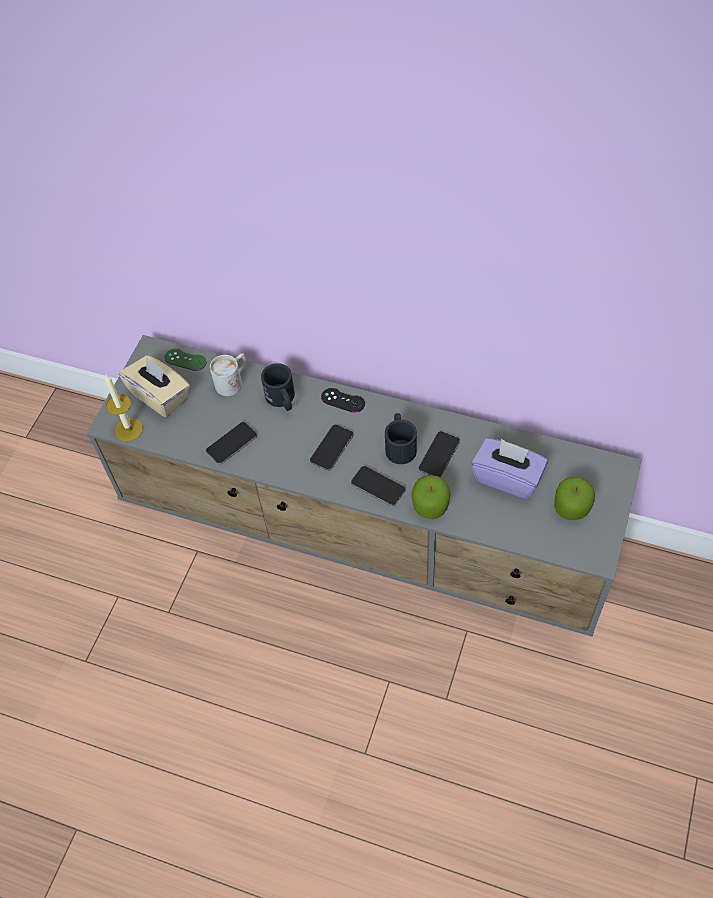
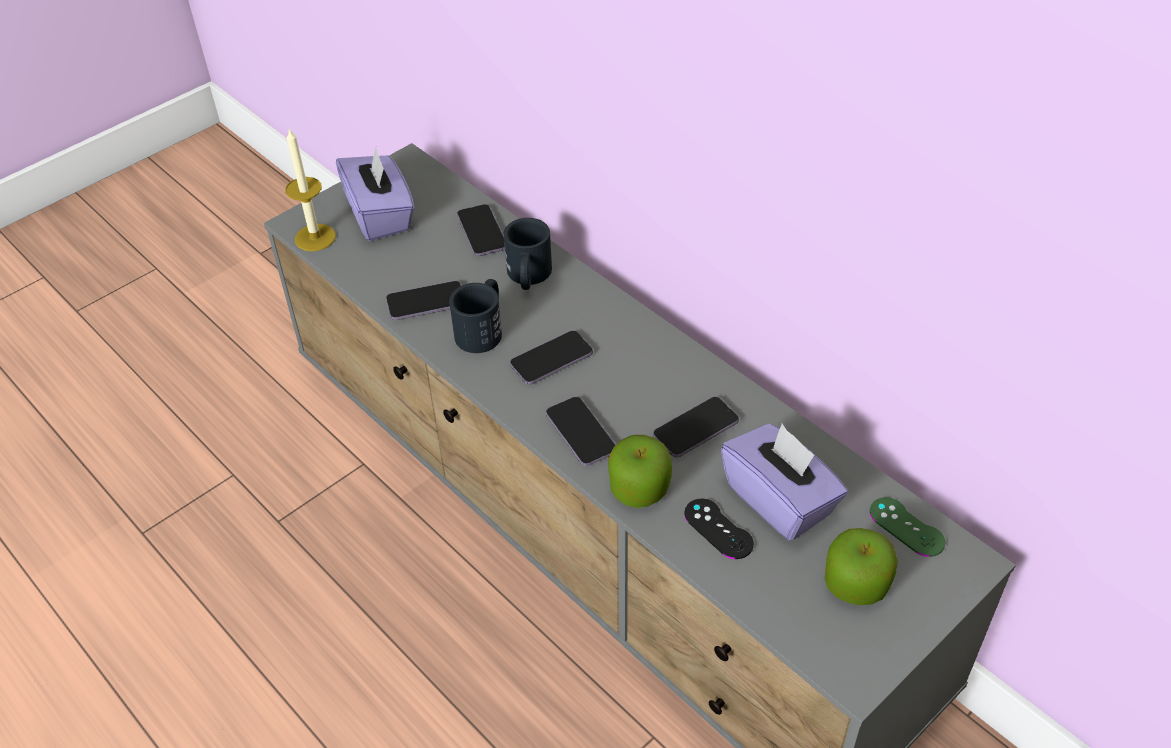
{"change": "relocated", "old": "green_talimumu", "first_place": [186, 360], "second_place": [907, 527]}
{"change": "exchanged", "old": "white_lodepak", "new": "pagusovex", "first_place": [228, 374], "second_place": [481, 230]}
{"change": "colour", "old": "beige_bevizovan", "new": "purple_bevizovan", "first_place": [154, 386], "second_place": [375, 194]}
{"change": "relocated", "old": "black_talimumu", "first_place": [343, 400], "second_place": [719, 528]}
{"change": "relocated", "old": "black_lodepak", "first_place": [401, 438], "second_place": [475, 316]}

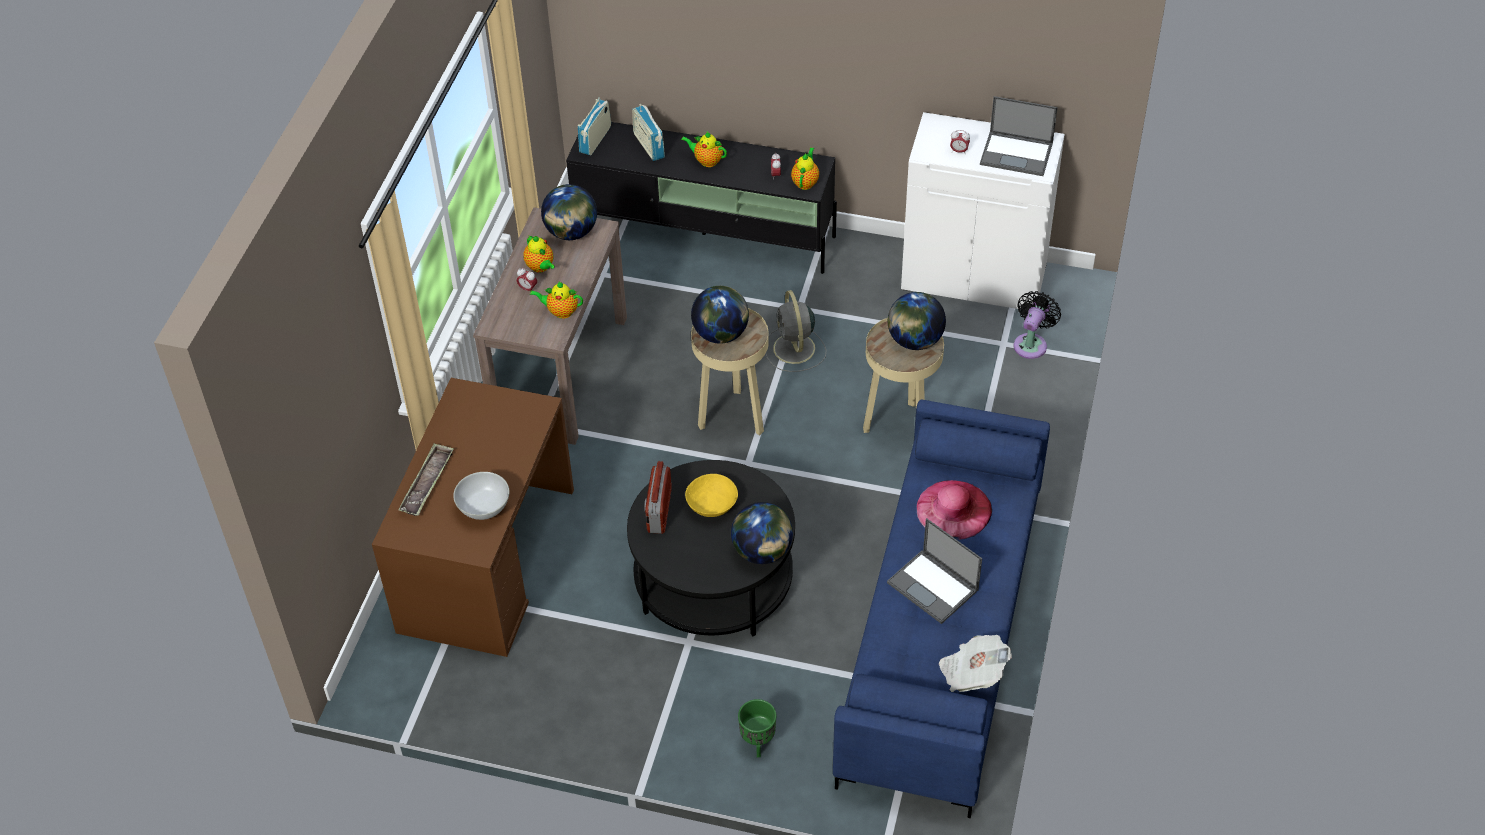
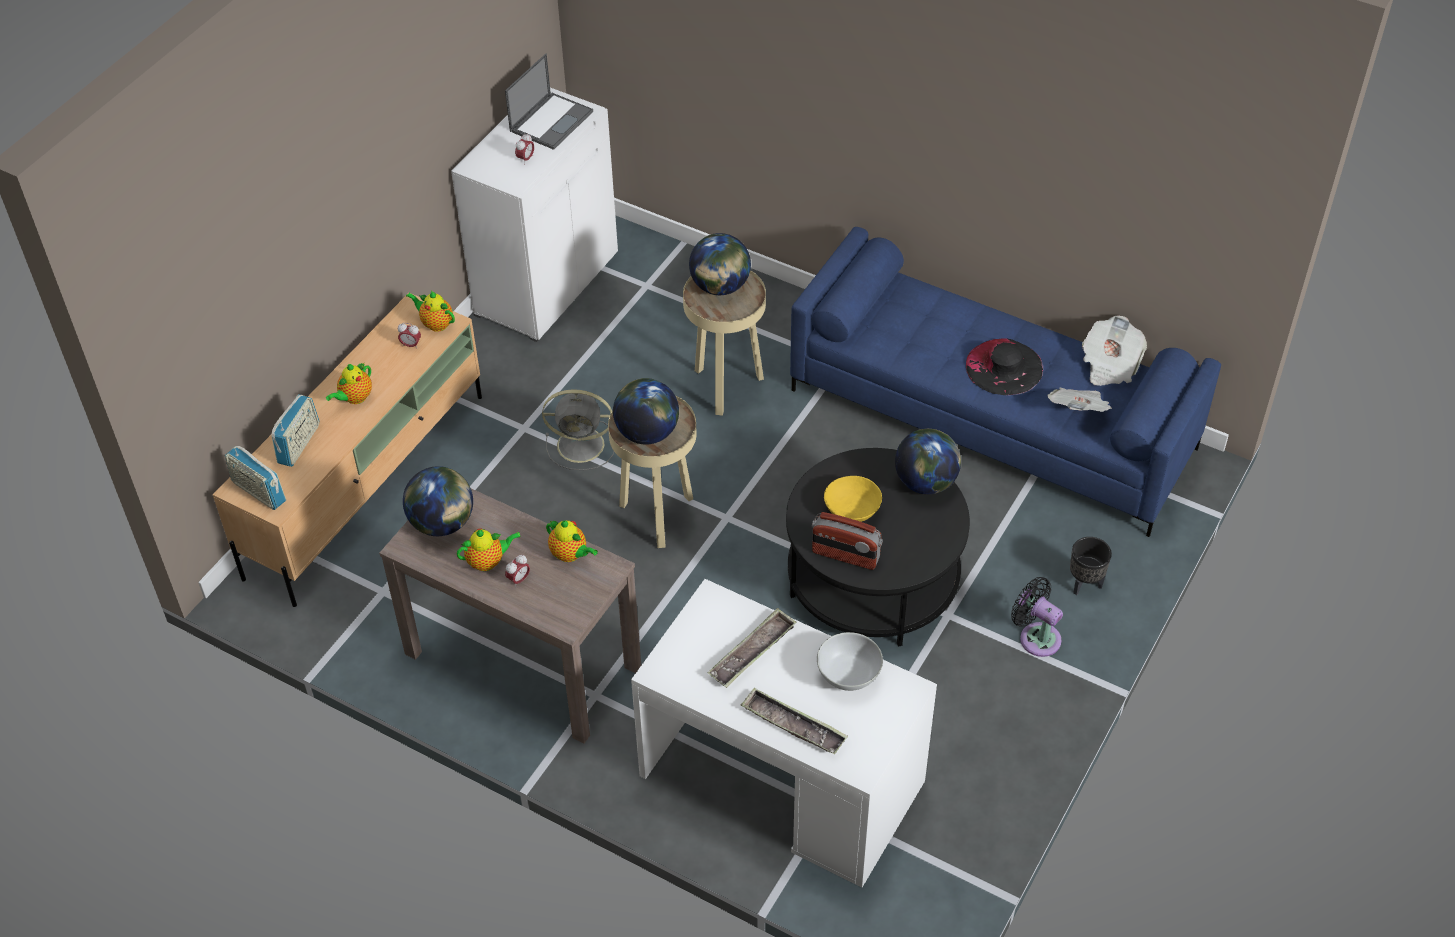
{"change": "spun", "old": "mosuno", "first_place": [648, 132], "second_place": [295, 430], "degrees": -60}
{"change": "colour", "old": "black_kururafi", "new": "beige_kururafi", "first_place": [701, 198], "second_place": [347, 450]}
{"change": "spun", "old": "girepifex", "first_place": [556, 300], "second_place": [572, 541], "degrees": -75}
{"change": "relocated", "old": "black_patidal", "first_place": [1037, 325], "second_place": [1037, 617]}
{"change": "colour", "old": "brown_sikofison", "new": "white_sikofison", "first_place": [473, 517], "second_place": [784, 733]}
{"change": "missing", "old": "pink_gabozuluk", "first_place": [954, 510]}
{"change": "exchanged", "old": "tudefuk", "new": "black_gabozuluk", "first_place": [934, 571], "second_place": [1004, 366]}
{"change": "colour", "old": "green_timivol", "new": "black_timivol", "first_place": [757, 728], "second_place": [1091, 566]}
{"change": "appeared", "new": "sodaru", "second_place": [1080, 400]}
{"change": "appeared", "new": "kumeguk", "second_place": [752, 648]}

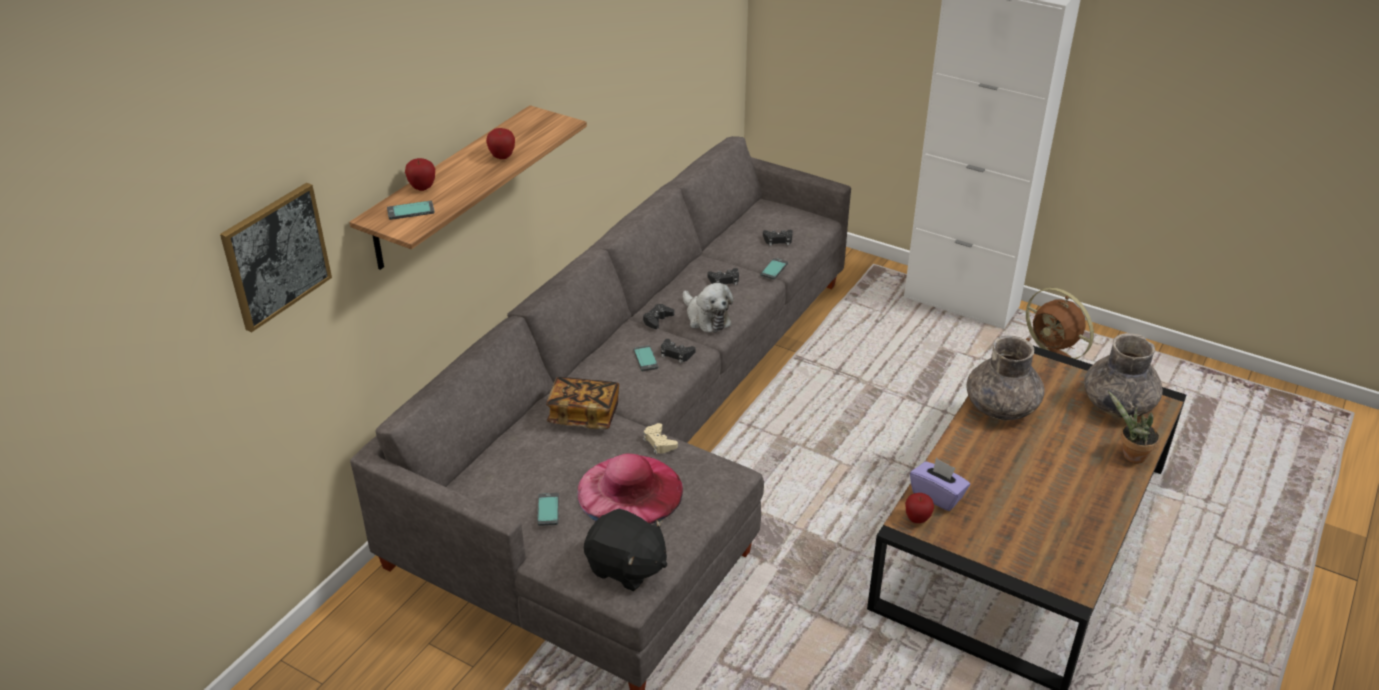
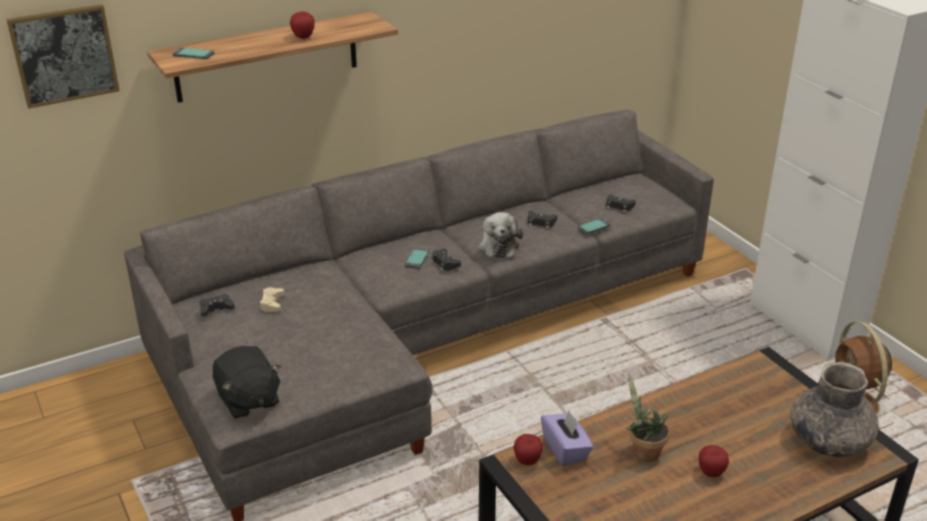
{"change": "relocated", "old": "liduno", "first_place": [420, 174], "second_place": [714, 461]}
{"change": "relocated", "old": "black_talimumu", "first_place": [659, 316], "second_place": [217, 305]}
{"change": "missing", "old": "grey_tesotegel", "first_place": [1006, 377]}
{"change": "missing", "old": "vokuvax", "first_place": [582, 403]}
{"change": "relocated", "old": "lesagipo", "first_place": [1133, 426], "second_place": [648, 417]}
{"change": "relocated", "old": "beige_talimumu", "first_place": [660, 438], "second_place": [272, 299]}
{"change": "missing", "old": "pink_gabozuluk", "first_place": [630, 488]}
{"change": "missing", "old": "pagusovex", "first_place": [548, 509]}

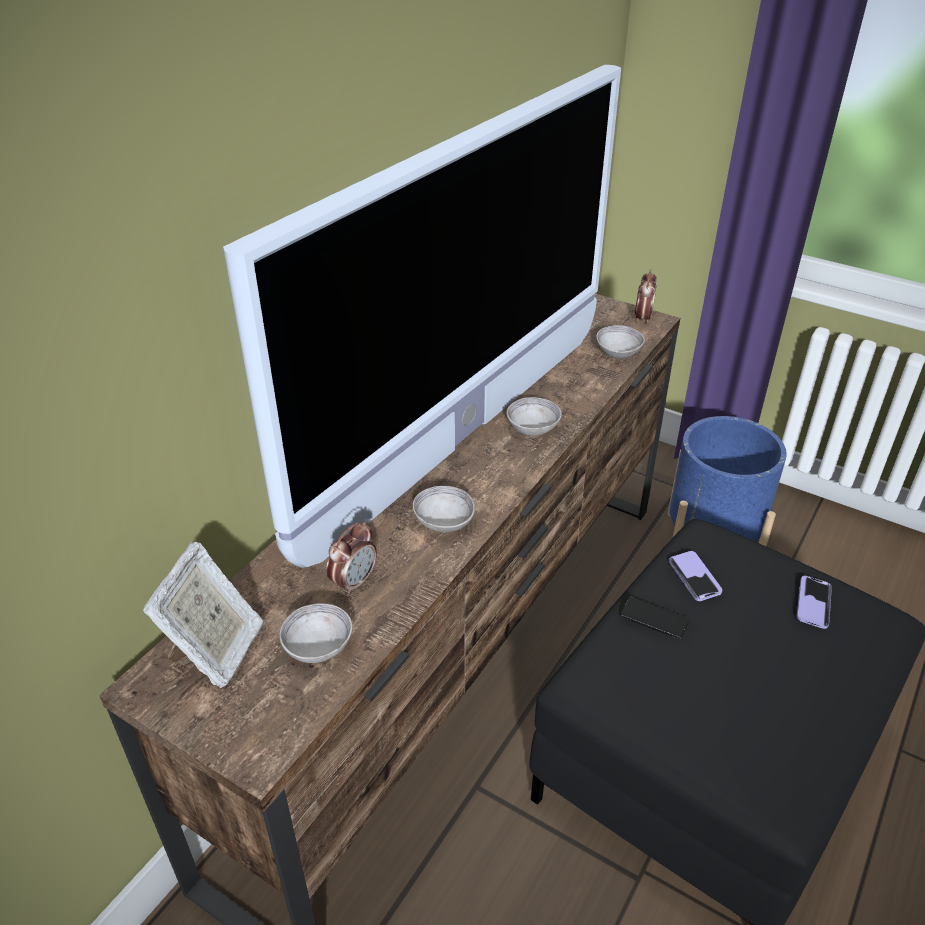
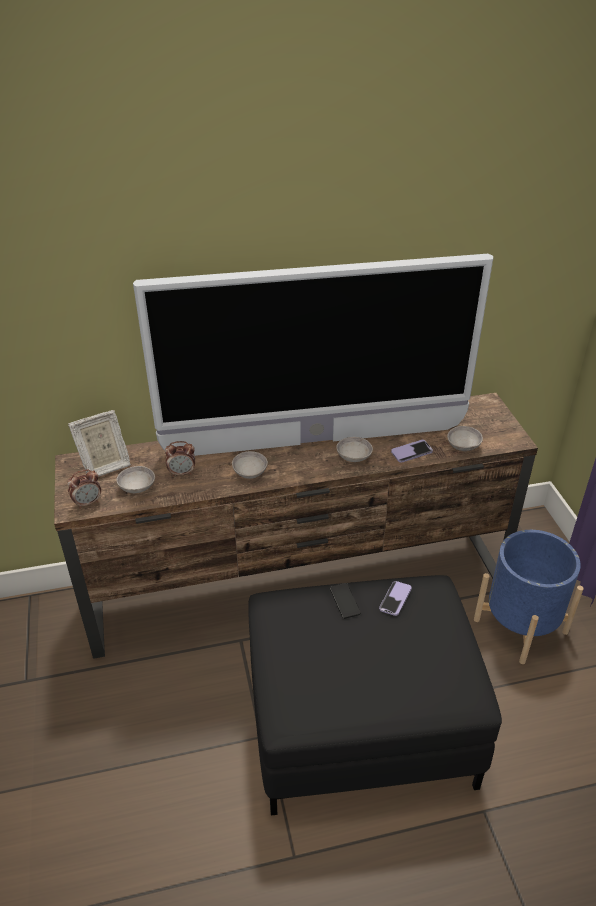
{"change": "relocated", "old": "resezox", "first_place": [646, 297], "second_place": [84, 489]}
{"change": "relocated", "old": "pagusovex", "first_place": [814, 602], "second_place": [412, 451]}

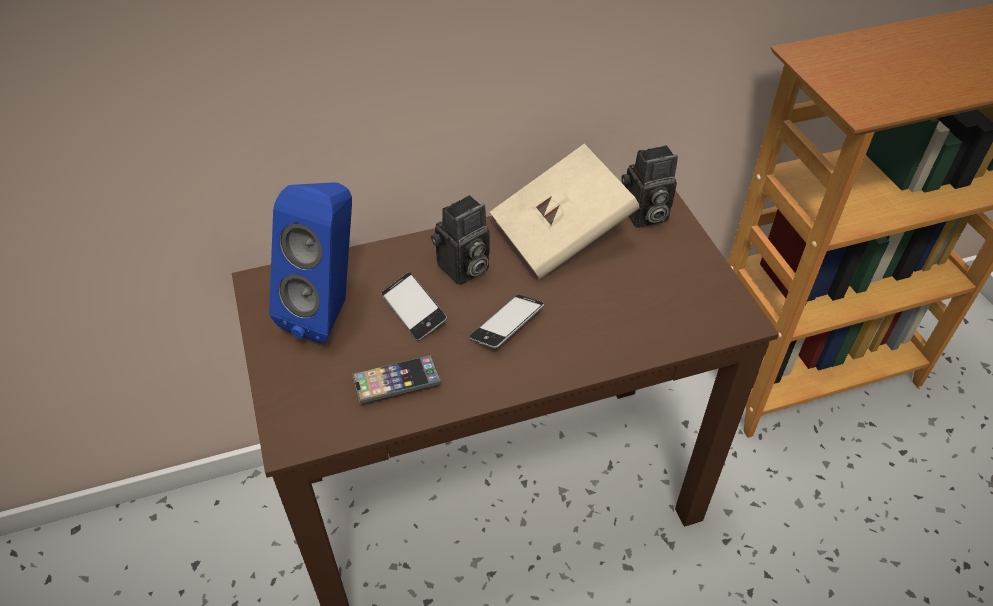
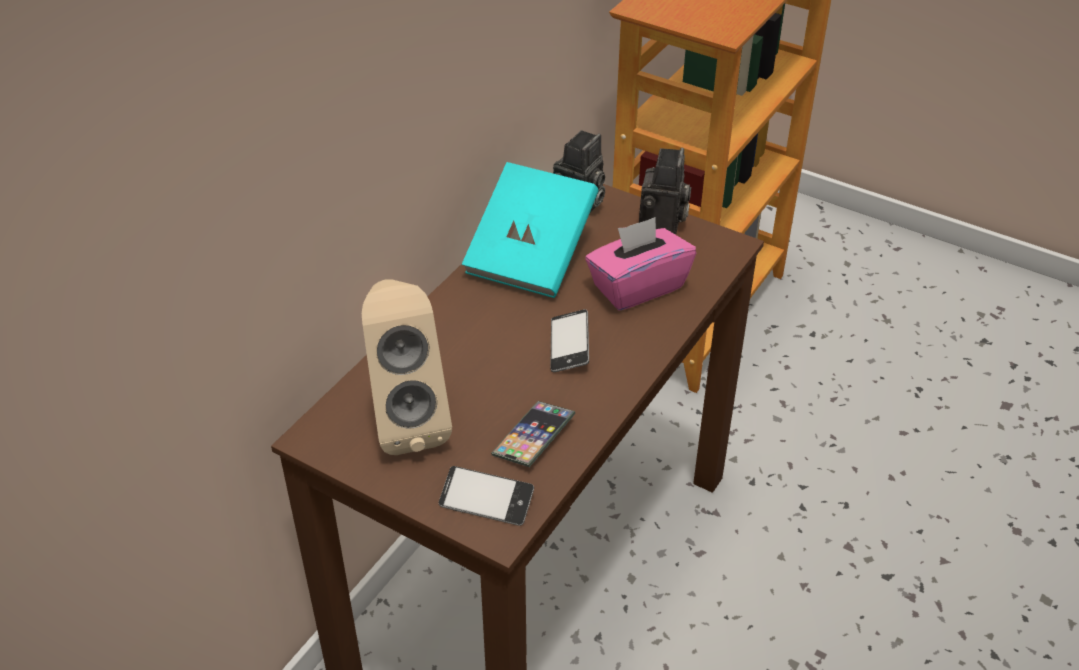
{"change": "colour", "old": "beige_vokuvax", "new": "turquoise_vokuvax", "first_place": [565, 211], "second_place": [530, 230]}
{"change": "colour", "old": "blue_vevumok", "new": "beige_vevumok", "first_place": [310, 263], "second_place": [407, 367]}
{"change": "relocated", "old": "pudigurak", "first_place": [460, 240], "second_place": [665, 191]}
{"change": "relocated", "old": "pagusovex", "first_place": [414, 306], "second_place": [486, 496]}
{"change": "appeared", "new": "pink_bevizovan", "second_place": [640, 264]}

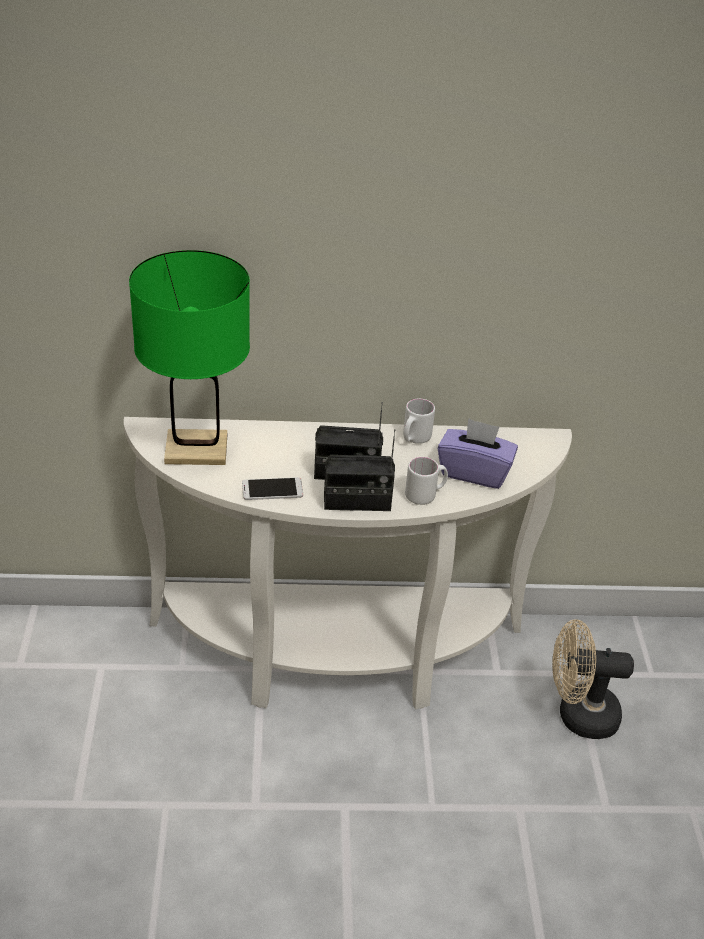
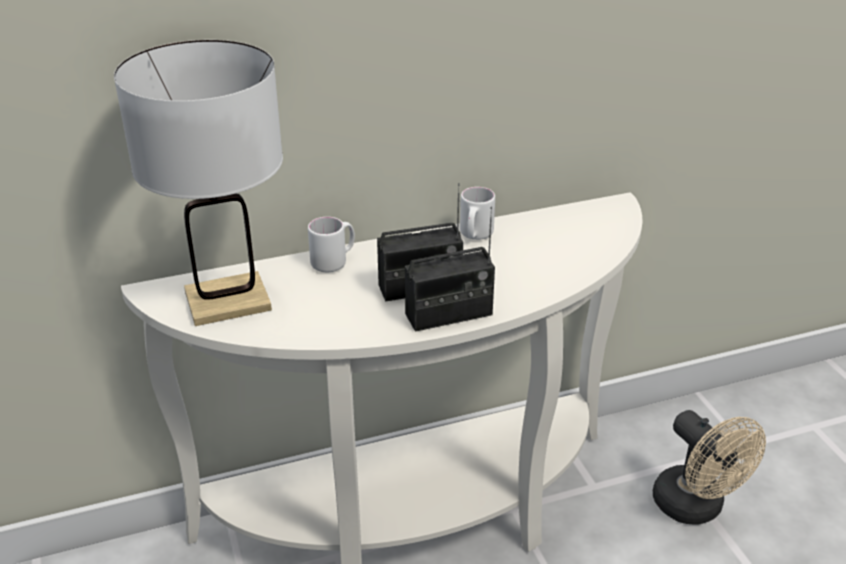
{"change": "colour", "old": "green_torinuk", "new": "white_torinuk", "first_place": [189, 357], "second_place": [198, 183]}
{"change": "missing", "old": "purple_bevizovan", "first_place": [478, 453]}
{"change": "relocated", "old": "white_lodepak", "first_place": [426, 481], "second_place": [331, 244]}
{"change": "missing", "old": "pagusovex", "first_place": [272, 488]}
{"change": "spun", "old": "beige_patidal", "first_place": [593, 679], "second_place": [709, 467], "degrees": -105}

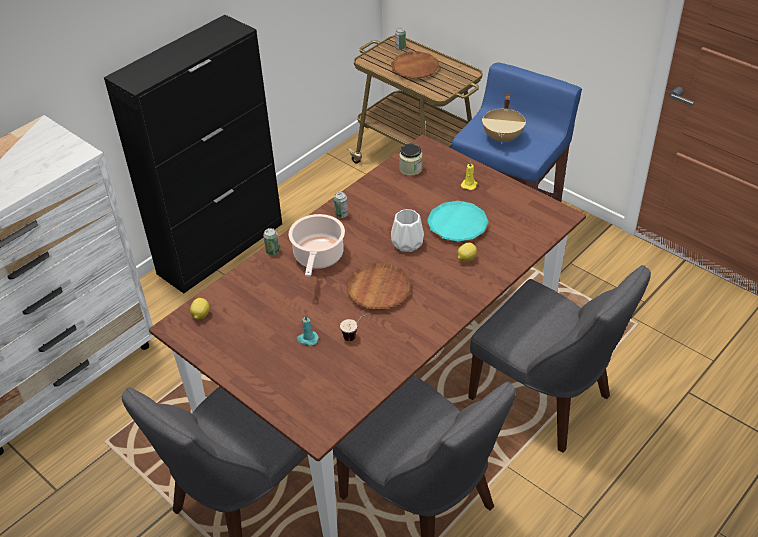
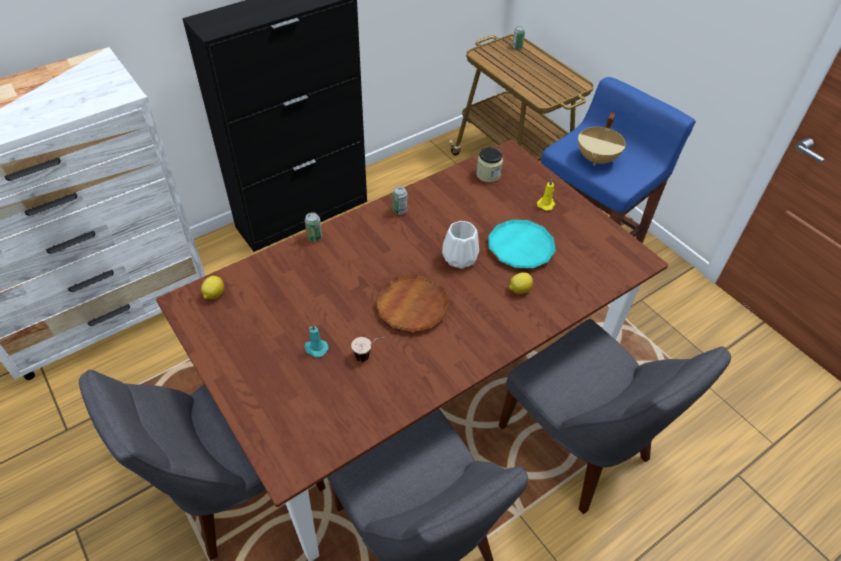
{"change": "missing", "old": "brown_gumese", "first_place": [415, 65]}
{"change": "missing", "old": "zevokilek", "first_place": [317, 245]}

